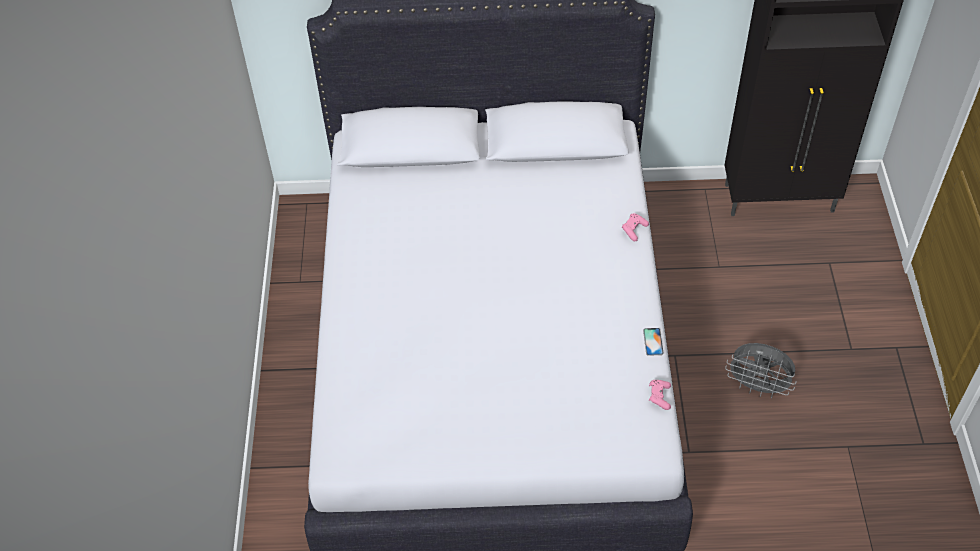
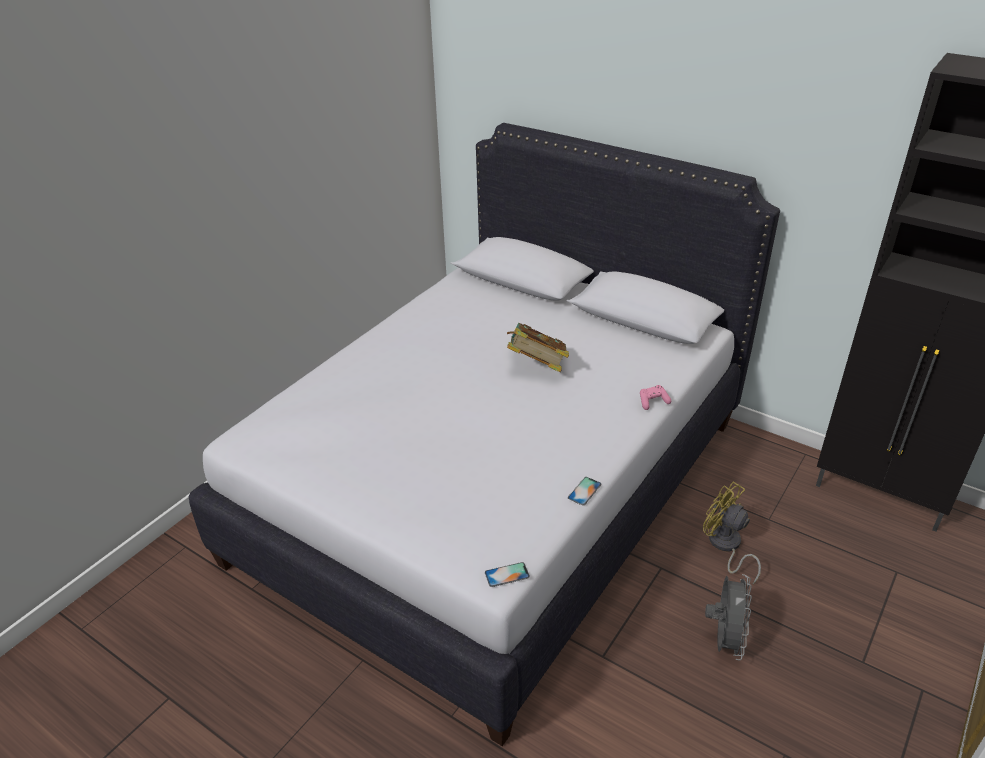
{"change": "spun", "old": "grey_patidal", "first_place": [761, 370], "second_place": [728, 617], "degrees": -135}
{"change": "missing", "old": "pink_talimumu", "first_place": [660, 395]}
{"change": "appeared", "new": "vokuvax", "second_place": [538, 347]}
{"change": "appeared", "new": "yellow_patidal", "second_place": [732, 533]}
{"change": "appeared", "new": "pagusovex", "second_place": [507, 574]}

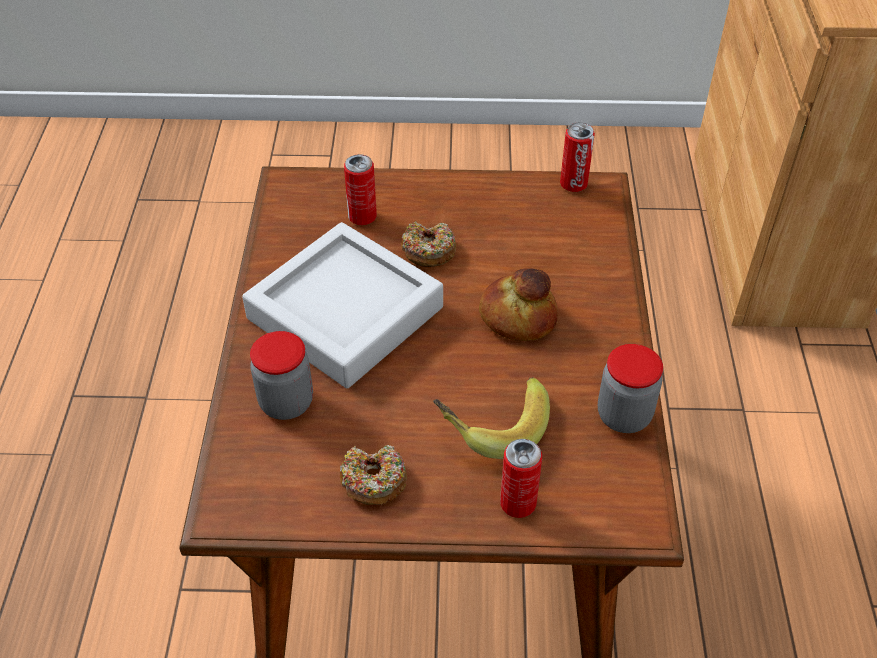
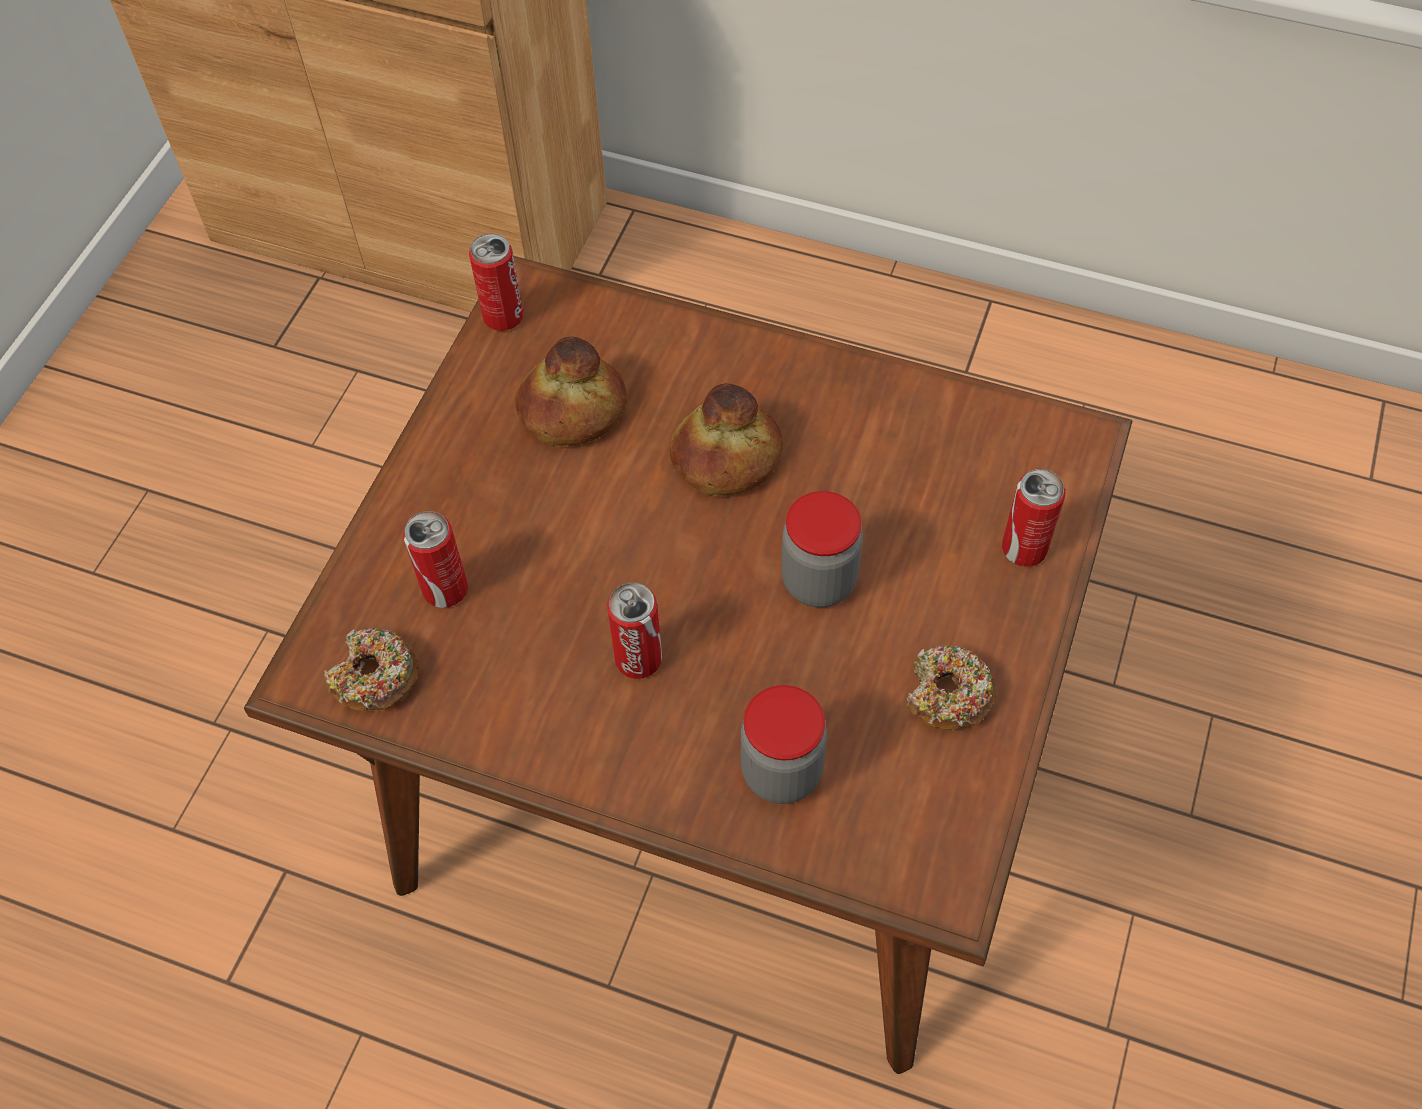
{"change": "relocated", "old": "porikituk", "first_place": [428, 244], "second_place": [371, 669]}
{"change": "exchanged", "old": "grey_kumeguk", "new": "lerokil", "first_place": [342, 305], "second_place": [634, 631]}
{"change": "relocated", "old": "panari", "first_place": [630, 388], "second_place": [822, 549]}
{"change": "missing", "old": "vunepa", "first_place": [491, 418]}
{"change": "appeared", "new": "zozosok", "second_place": [571, 391]}

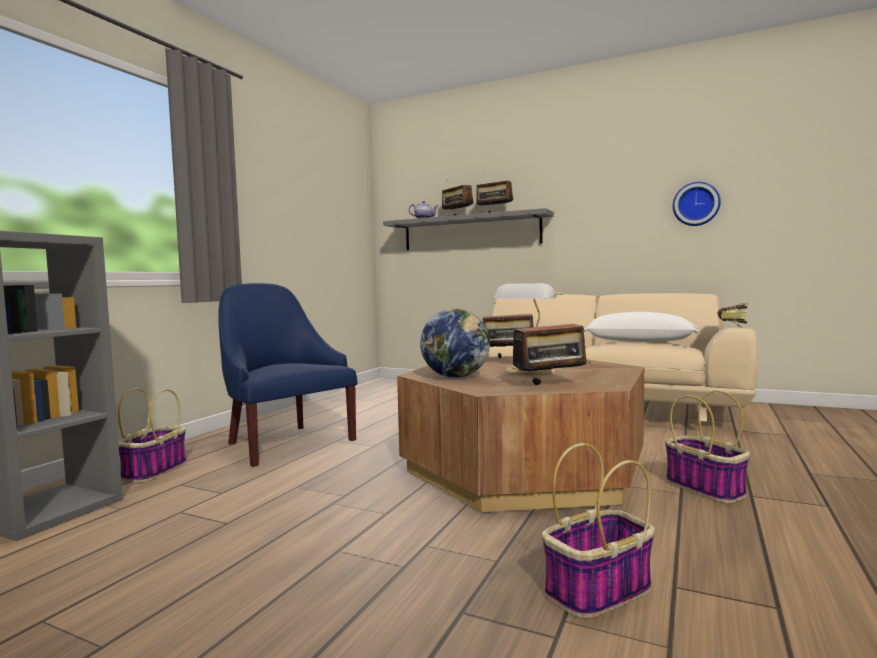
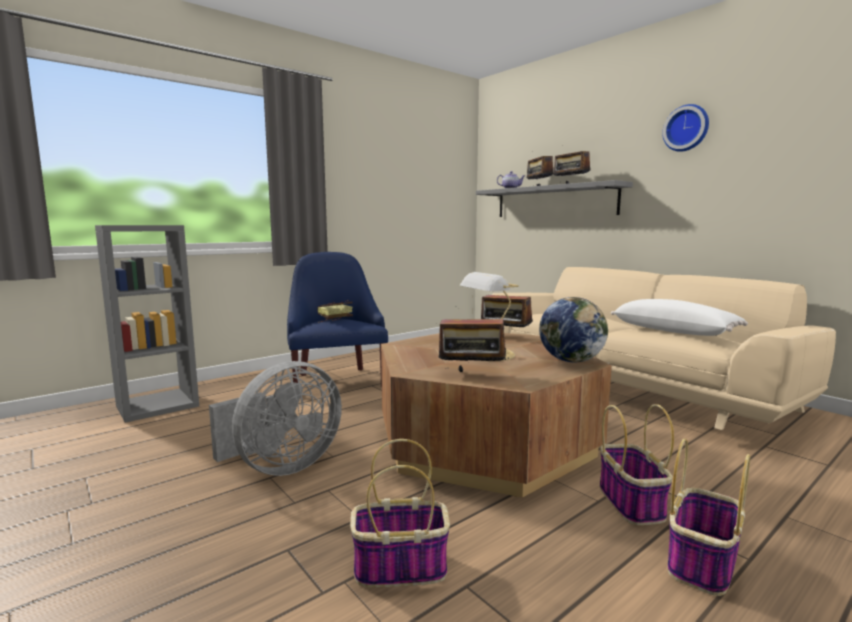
{"change": "relocated", "old": "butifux", "first_place": [697, 204], "second_place": [685, 128]}
{"change": "relocated", "old": "vokuvax", "first_place": [732, 315], "second_place": [335, 311]}
{"change": "relocated", "old": "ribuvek", "first_place": [455, 343], "second_place": [573, 330]}
{"change": "relocated", "old": "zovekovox", "first_place": [152, 435], "second_place": [708, 517]}
{"change": "appeared", "new": "grey_patidal", "second_place": [275, 418]}

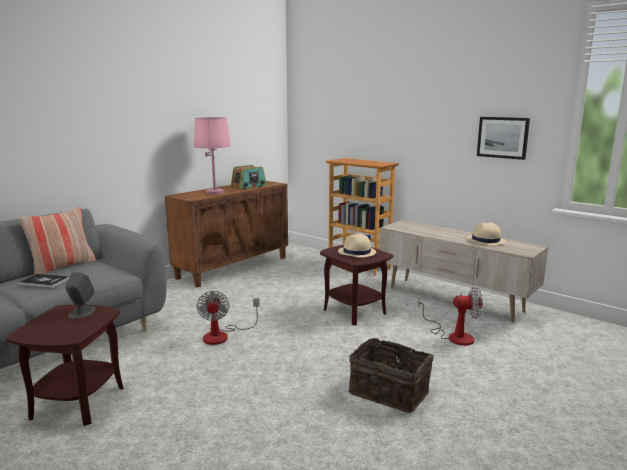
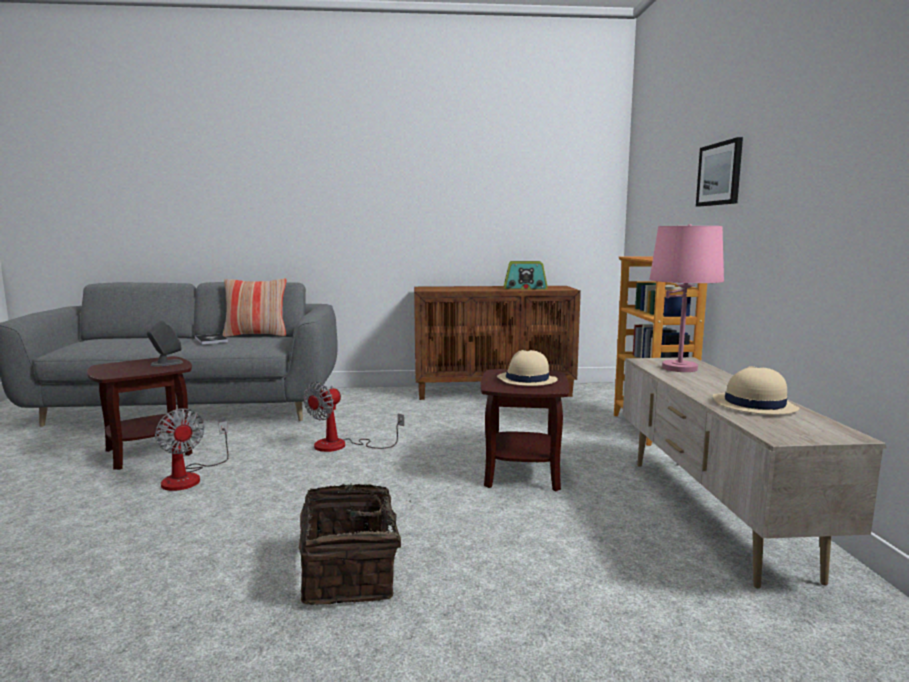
{"change": "relocated", "old": "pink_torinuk", "first_place": [212, 156], "second_place": [686, 298]}
{"change": "relocated", "old": "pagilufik", "first_place": [503, 138], "second_place": [719, 171]}
{"change": "relocated", "old": "patidal", "first_place": [450, 316], "second_place": [192, 449]}

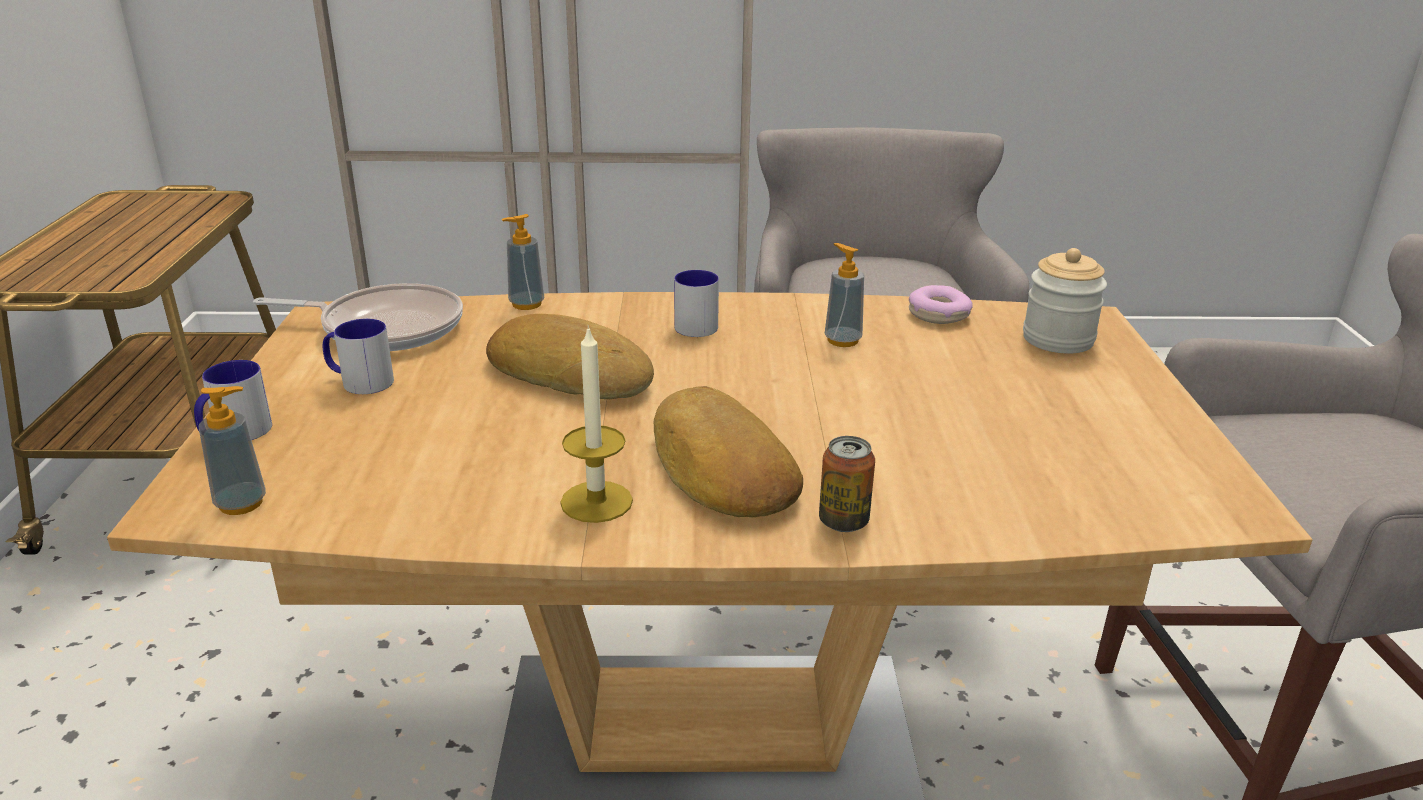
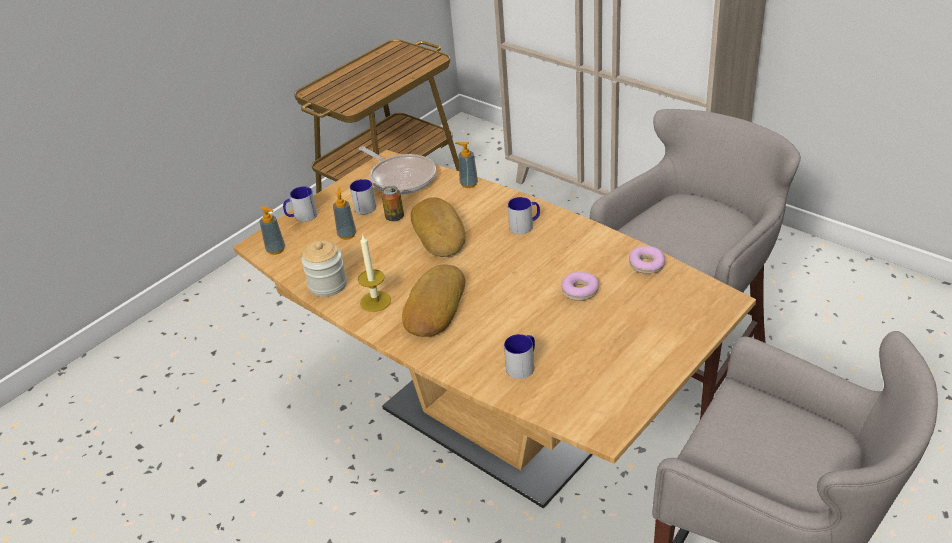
{"change": "relocated", "old": "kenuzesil", "first_place": [844, 295], "second_place": [344, 214]}
{"change": "relocated", "old": "panari", "first_place": [1065, 301], "second_place": [324, 268]}
{"change": "relocated", "old": "lerokil", "first_place": [847, 484], "second_place": [392, 204]}
{"change": "appeared", "new": "porikituk", "second_place": [580, 286]}
{"change": "appeared", "new": "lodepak", "second_place": [519, 356]}

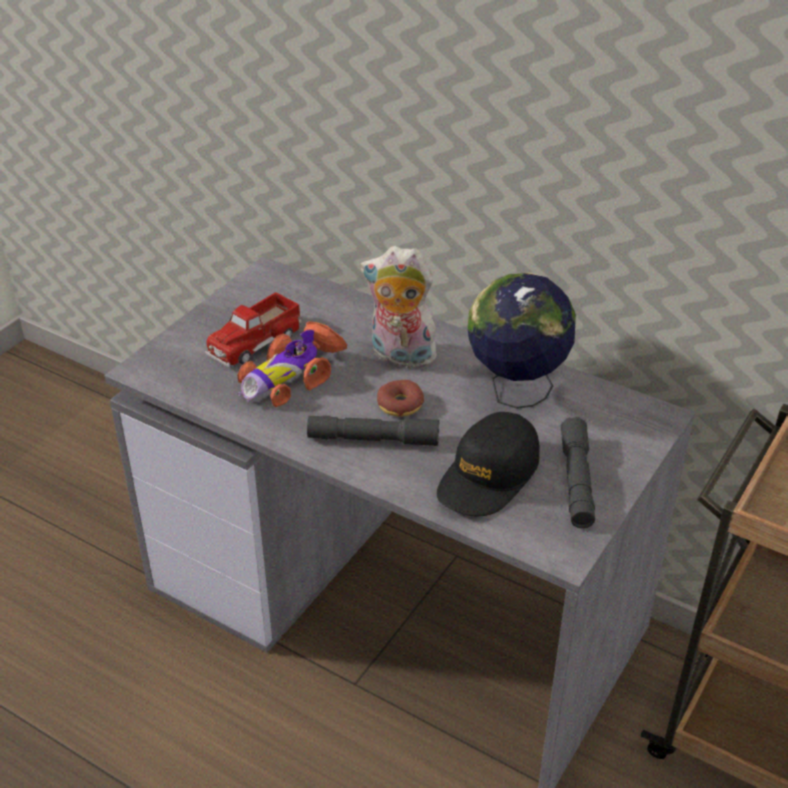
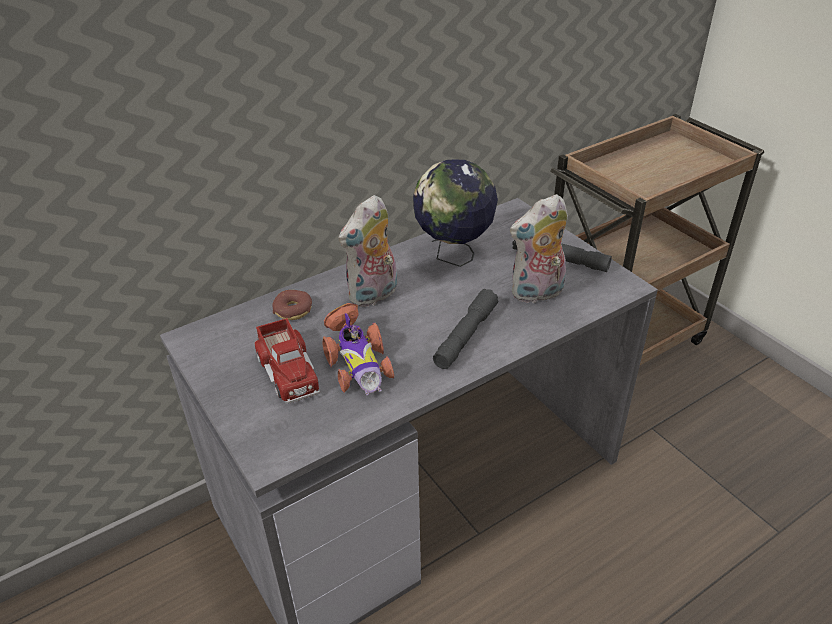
{"change": "relocated", "old": "porikituk", "first_place": [400, 398], "second_place": [292, 305]}
{"change": "exchanged", "old": "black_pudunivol", "new": "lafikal", "first_place": [488, 464], "second_place": [539, 249]}

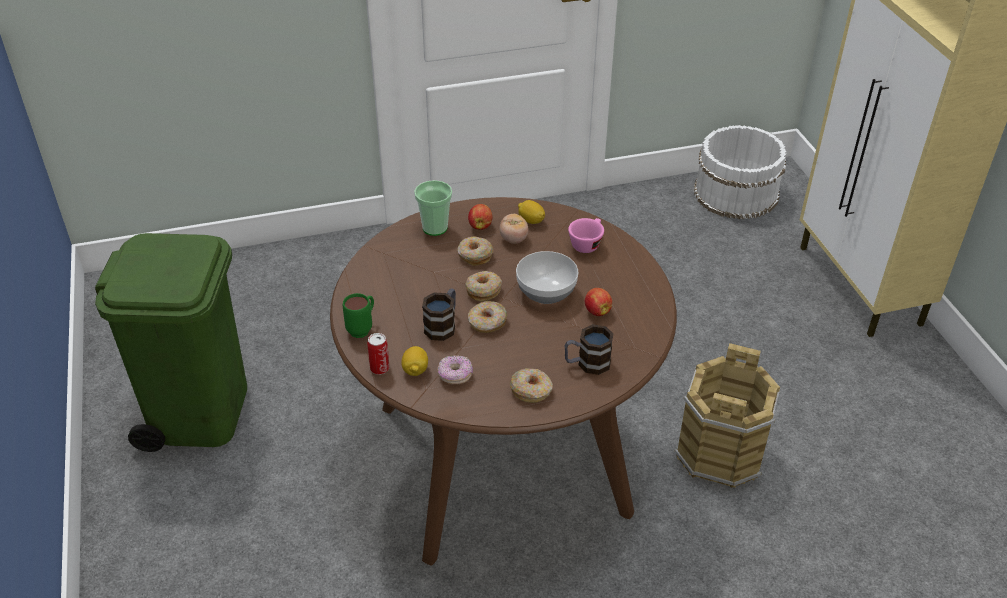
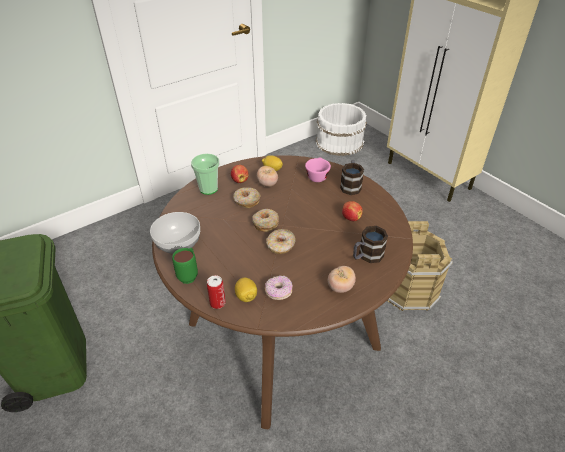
{"change": "relocated", "old": "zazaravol", "first_place": [547, 277], "second_place": [175, 233]}
{"change": "relocated", "old": "lodepak", "first_place": [439, 314], "second_place": [352, 177]}
{"change": "exchanged", "old": "porikituk", "new": "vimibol", "first_place": [531, 385], "second_place": [342, 279]}

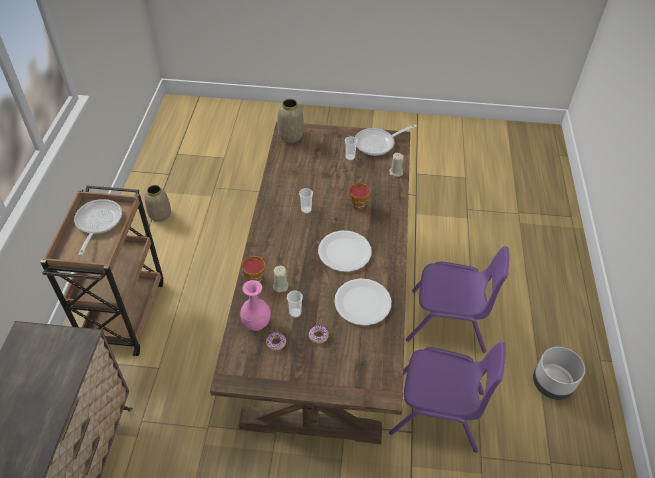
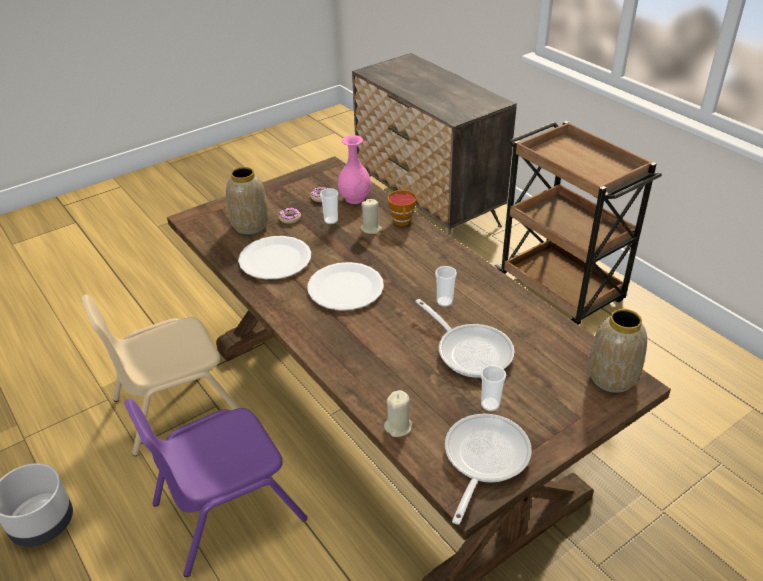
{"change": "missing", "old": "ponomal", "first_place": [359, 196]}
{"change": "relocated", "old": "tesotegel", "first_place": [158, 203], "second_place": [247, 200]}
{"change": "relocated", "old": "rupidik", "first_place": [98, 227], "second_place": [464, 338]}
{"change": "colour", "old": "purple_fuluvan", "new": "beige_fuluvan", "first_place": [447, 397], "second_place": [160, 375]}

